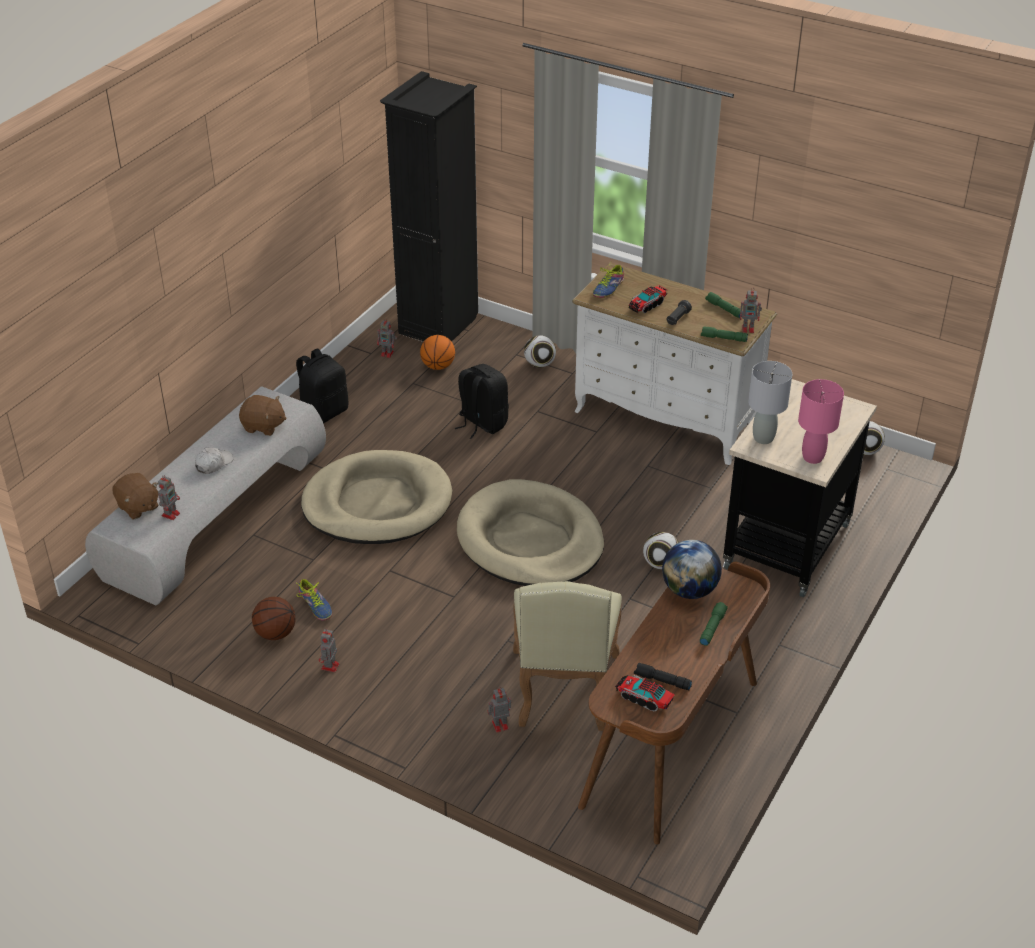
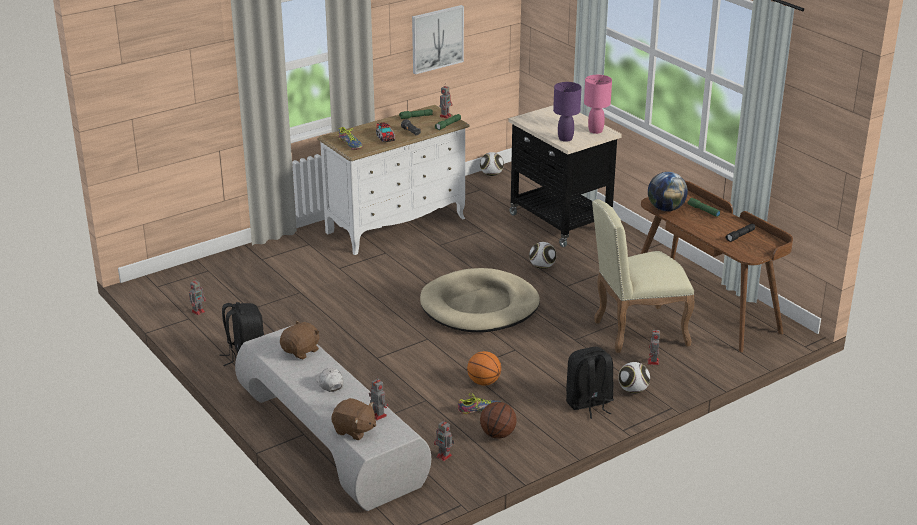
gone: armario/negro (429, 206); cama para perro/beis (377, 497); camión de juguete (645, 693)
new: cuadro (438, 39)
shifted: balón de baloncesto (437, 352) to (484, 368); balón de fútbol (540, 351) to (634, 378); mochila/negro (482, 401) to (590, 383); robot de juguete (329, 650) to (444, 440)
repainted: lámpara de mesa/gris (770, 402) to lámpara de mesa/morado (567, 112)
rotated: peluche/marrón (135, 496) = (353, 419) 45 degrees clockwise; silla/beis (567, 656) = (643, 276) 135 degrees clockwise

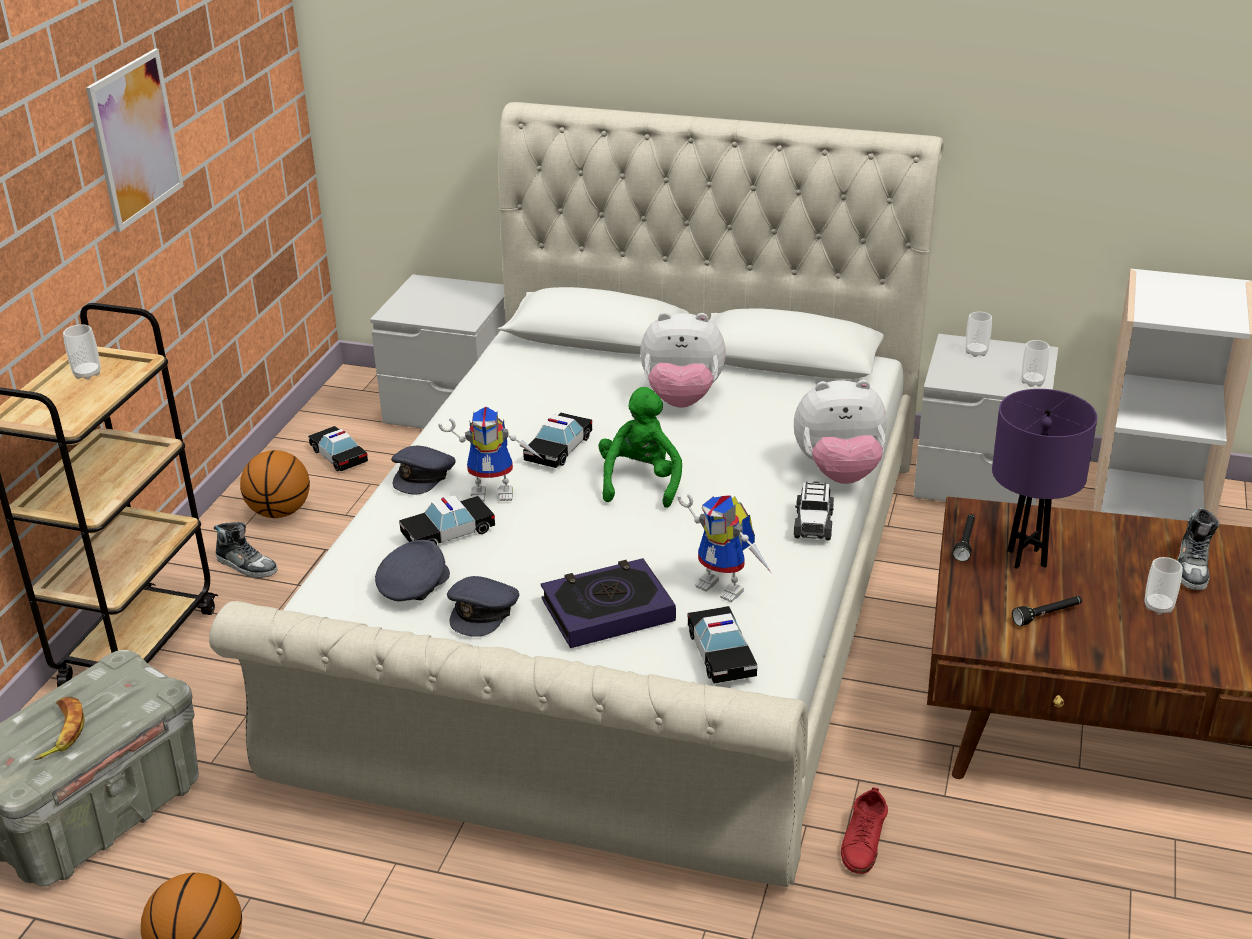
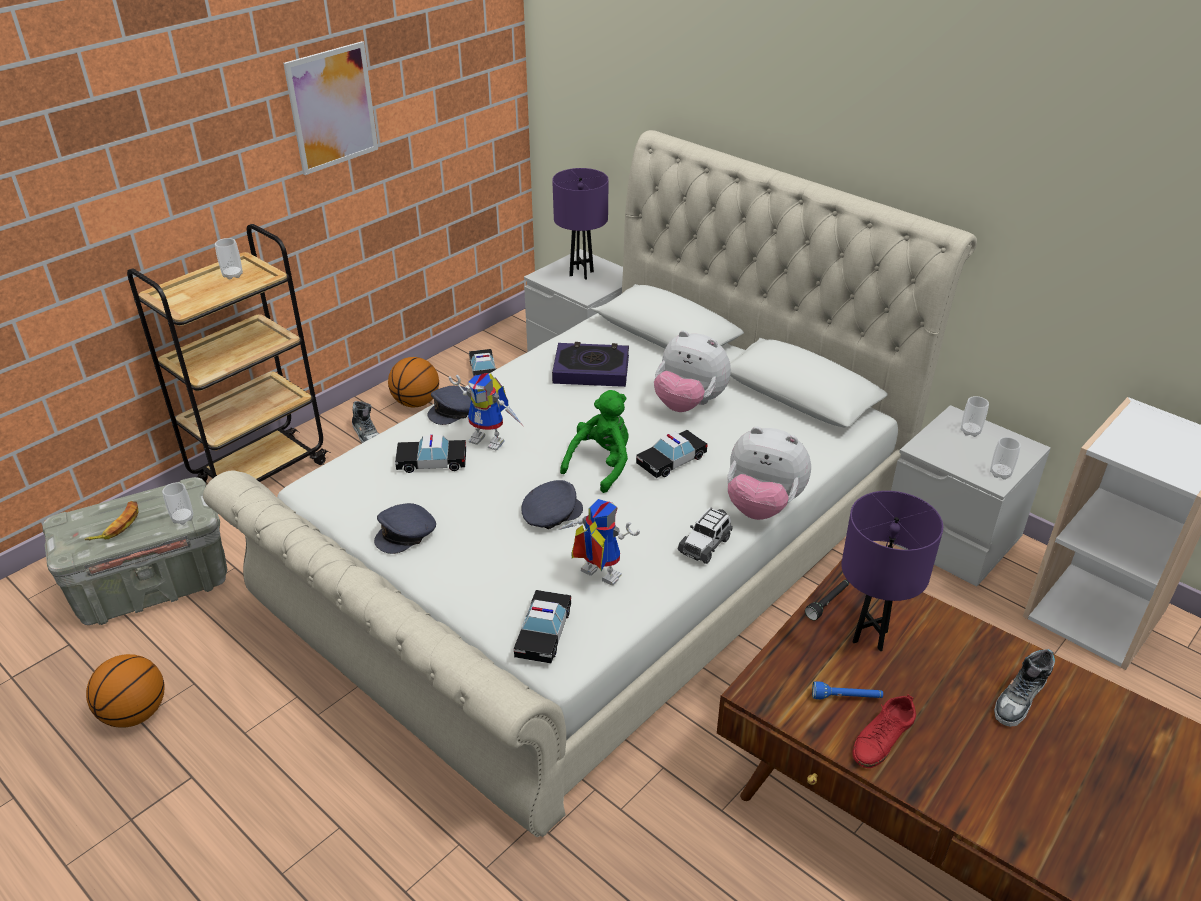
new: lámpara de mesa/morado (580, 224)
shifted: coche de juguete (557, 440) to (672, 454); gorra/gris (412, 570) to (552, 504); taza (1163, 586) to (177, 503); libro (608, 603) to (590, 364); zapato/rojo (864, 830) to (884, 731)
repainted: linterna/negro (1047, 611) to linterna/azul (847, 690)
rotated: robot de juguete (724, 548) = (599, 542) 150 degrees clockwise

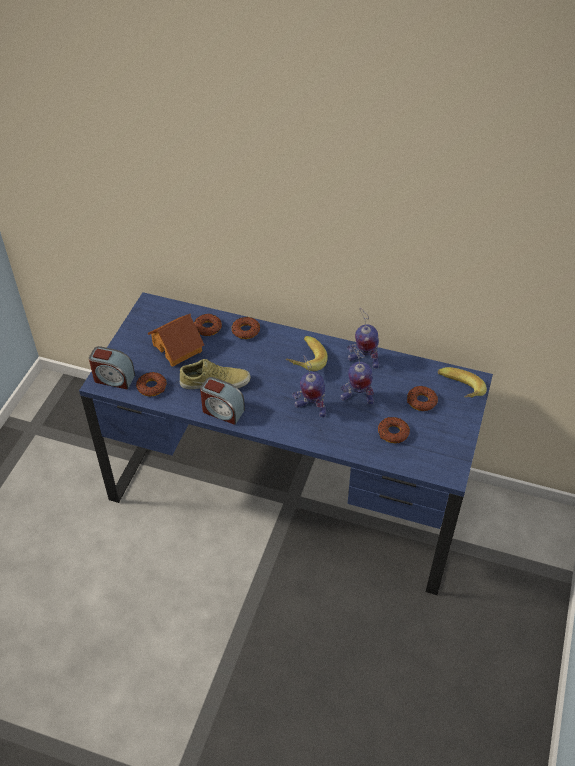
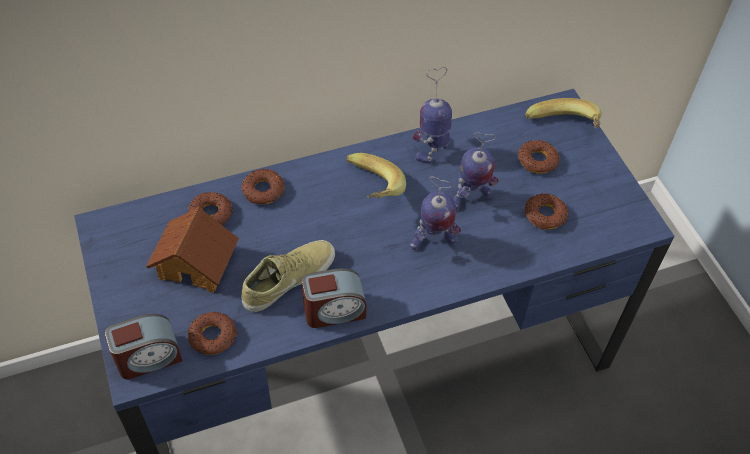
rotated: robot de juguete (363, 338) = (432, 115) 150 degrees clockwise

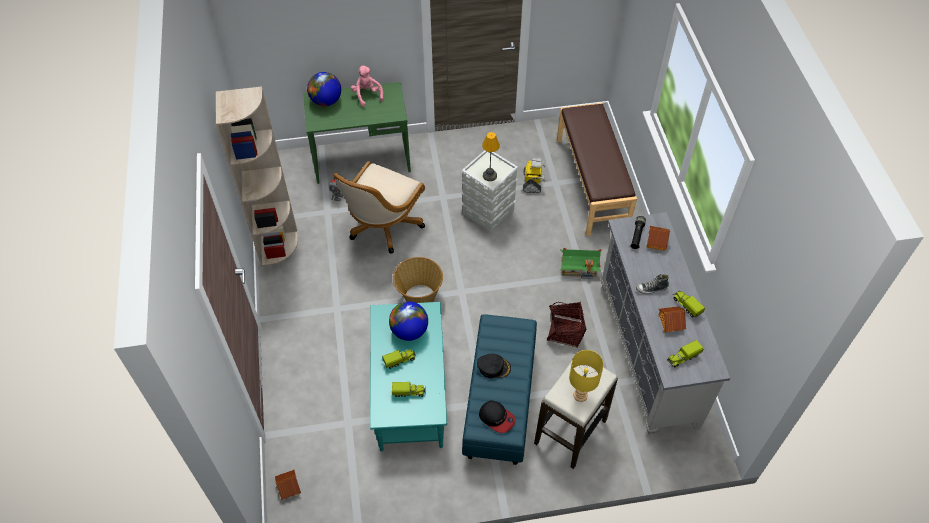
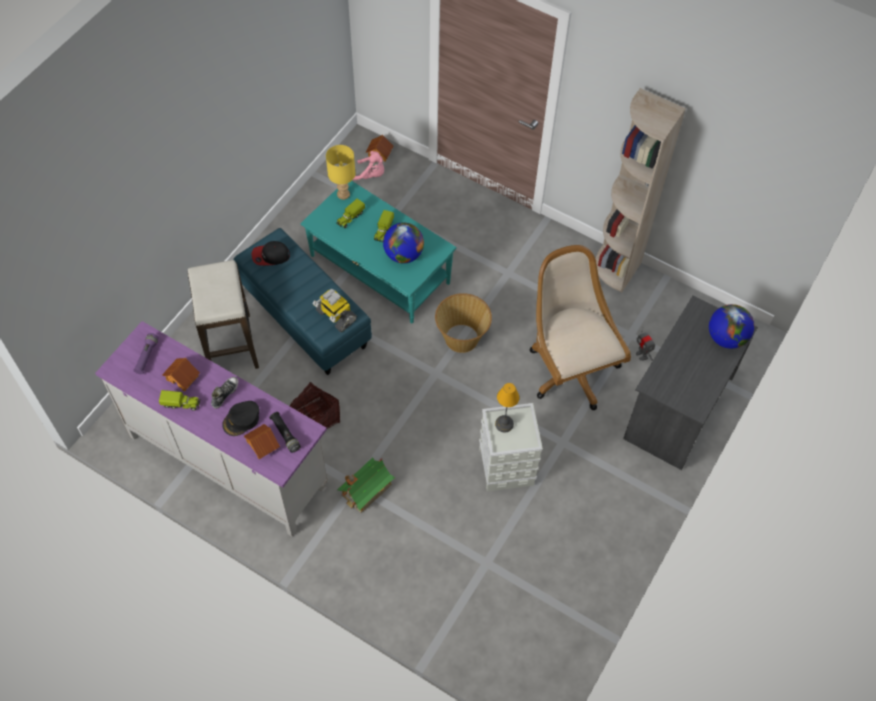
gone: banco/marrón (597, 169)
shifted: peluche/rosa (367, 86) to (368, 165); robot de juguete (534, 175) to (335, 310); lámpara de mesa/amarillo (586, 376) to (340, 172); gorra/negro (494, 366) to (241, 418)
swapped: camión de juguete (685, 354) to linterna/morado (146, 353)
repainted: escritorio/verde (357, 133) to escritorio/gris (690, 382); cómoda/gris (665, 324) to cómoda/morado (211, 428)

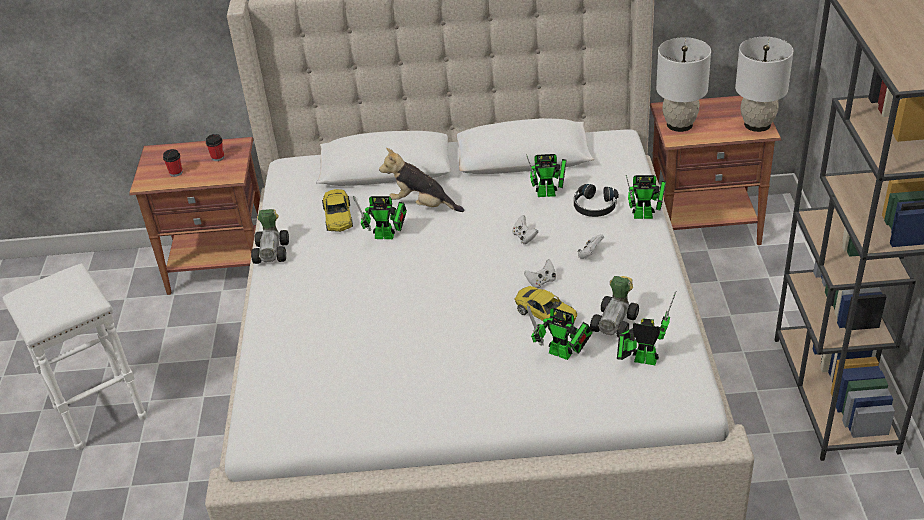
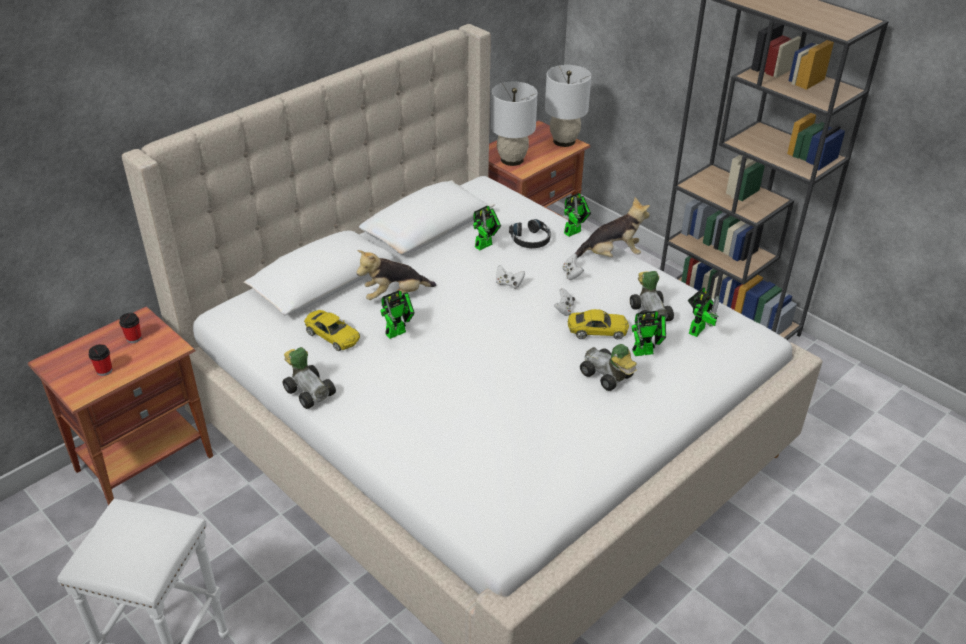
new: peluche (612, 227); coche de juguete (608, 367)
rotated: robot de juguete (646, 328) = (704, 312) 150 degrees clockwise

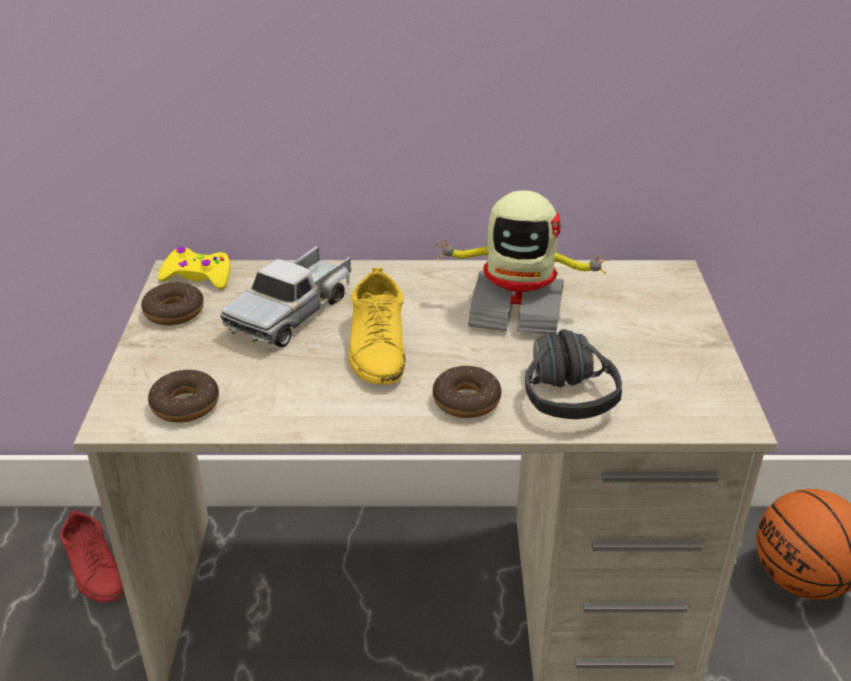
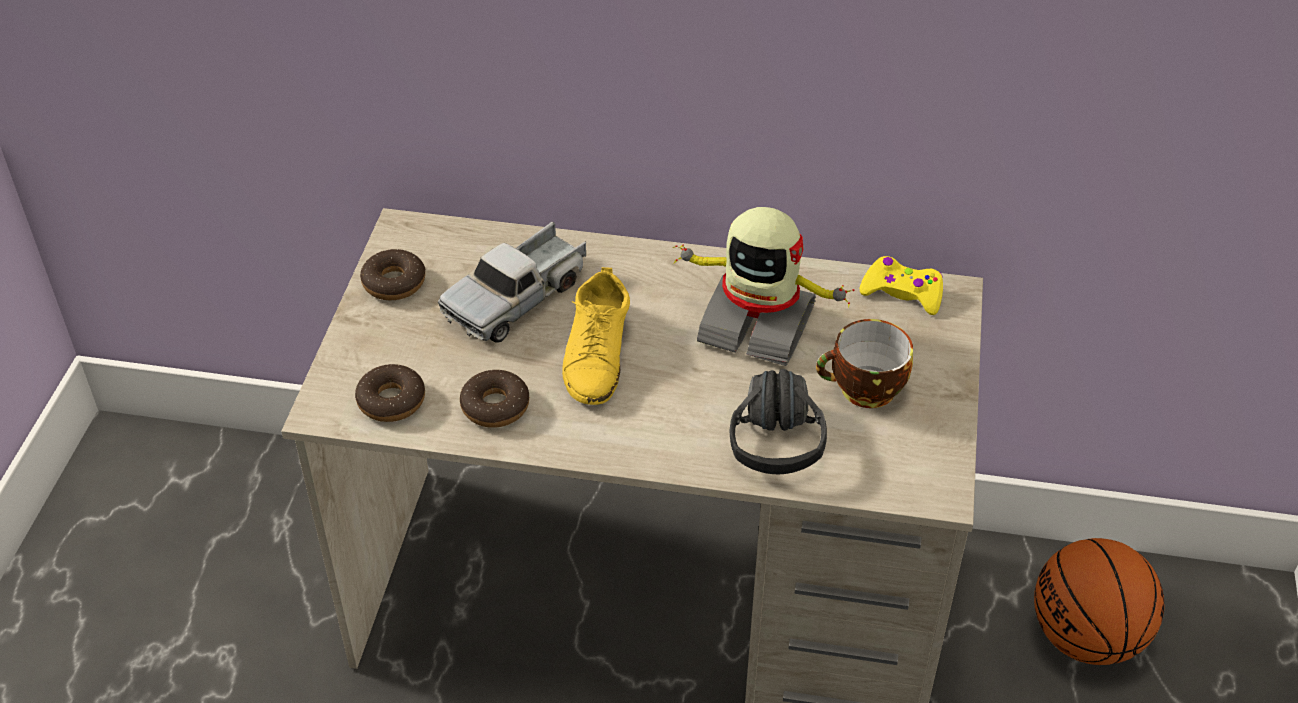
gone: zapato/rojo (92, 556)
new: taza (864, 363)
shifted: mando de consola/amarillo (194, 268) to (901, 285); rosquilla (467, 392) to (494, 399)

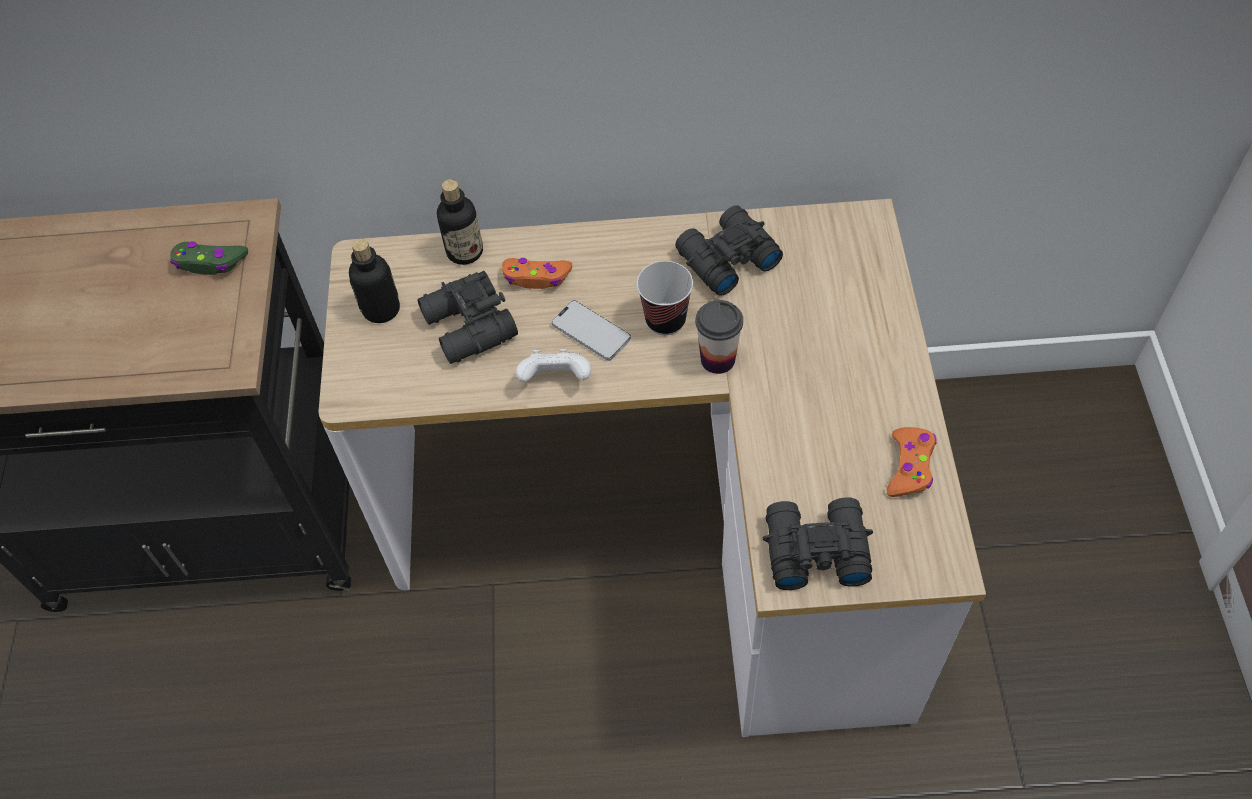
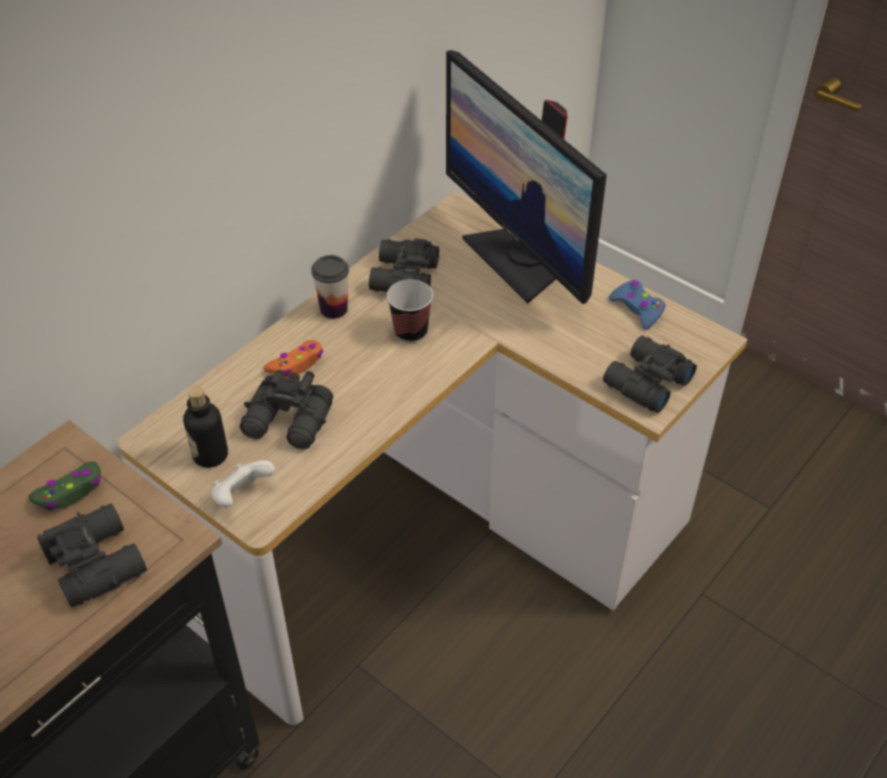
gone: botella (460, 222); móvil (591, 330)
new: monitor (526, 177); prismáticos/negro (92, 555)
shifted: taza (719, 337) to (330, 287); mando de consola/blanco (553, 365) to (243, 484)
repainted: mando de consola/naranja (911, 462) to mando de consola/azul (637, 304)

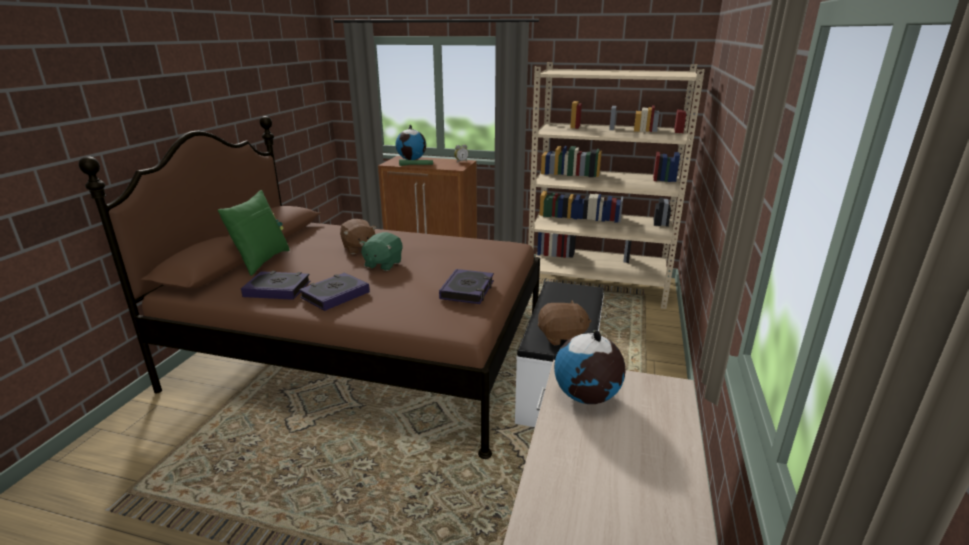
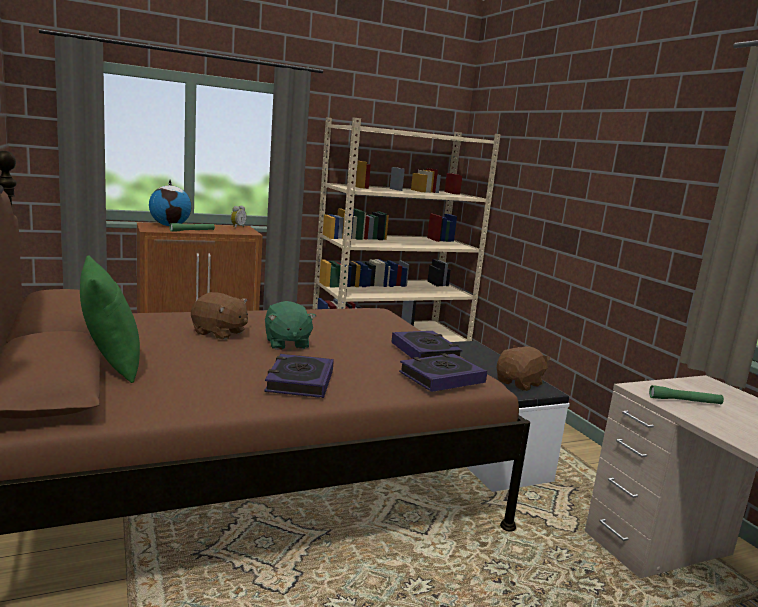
shifted: libro (276, 285) to (443, 372)
swapped: globo terráqueo (590, 367) to linterna/verde (686, 394)

